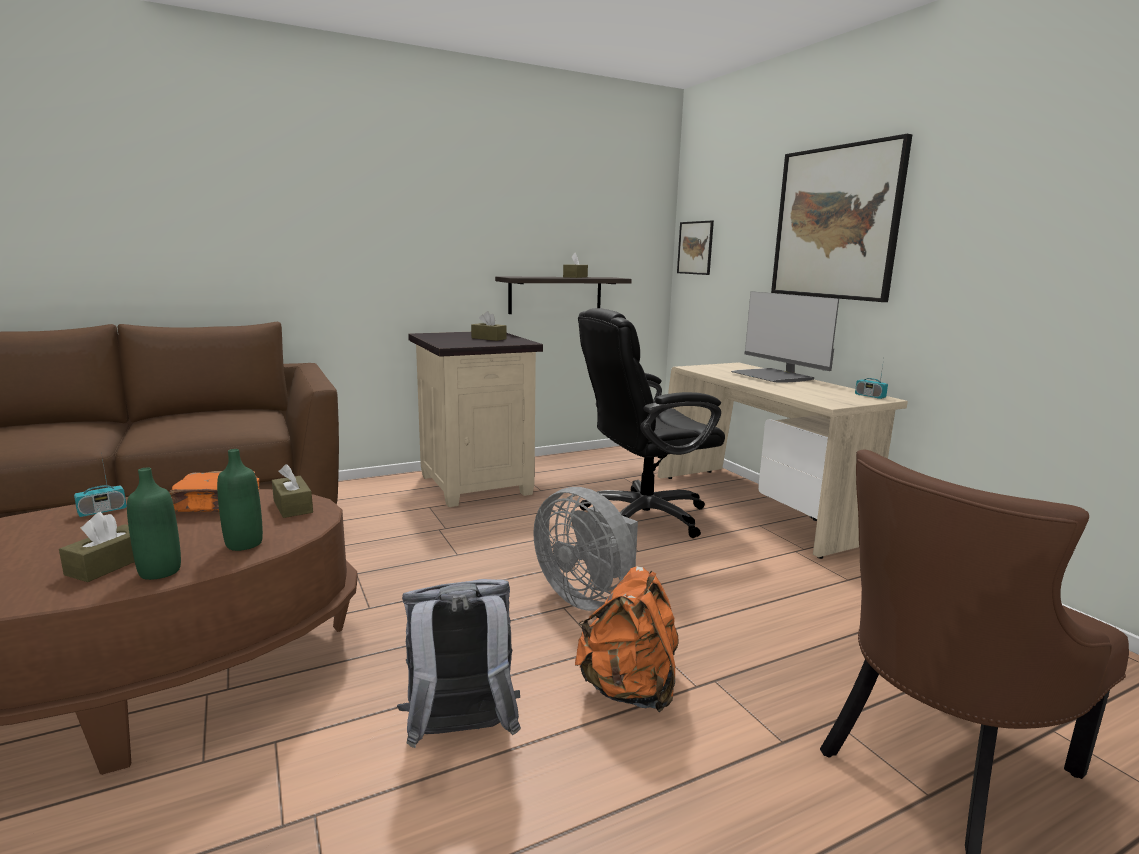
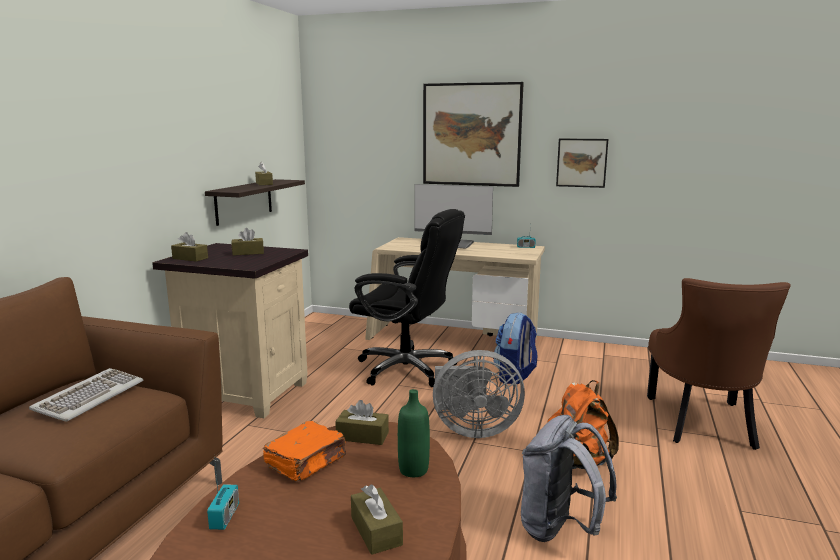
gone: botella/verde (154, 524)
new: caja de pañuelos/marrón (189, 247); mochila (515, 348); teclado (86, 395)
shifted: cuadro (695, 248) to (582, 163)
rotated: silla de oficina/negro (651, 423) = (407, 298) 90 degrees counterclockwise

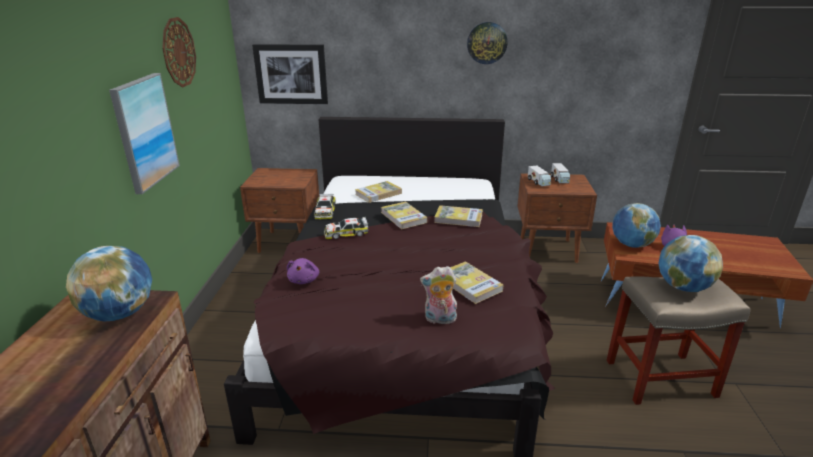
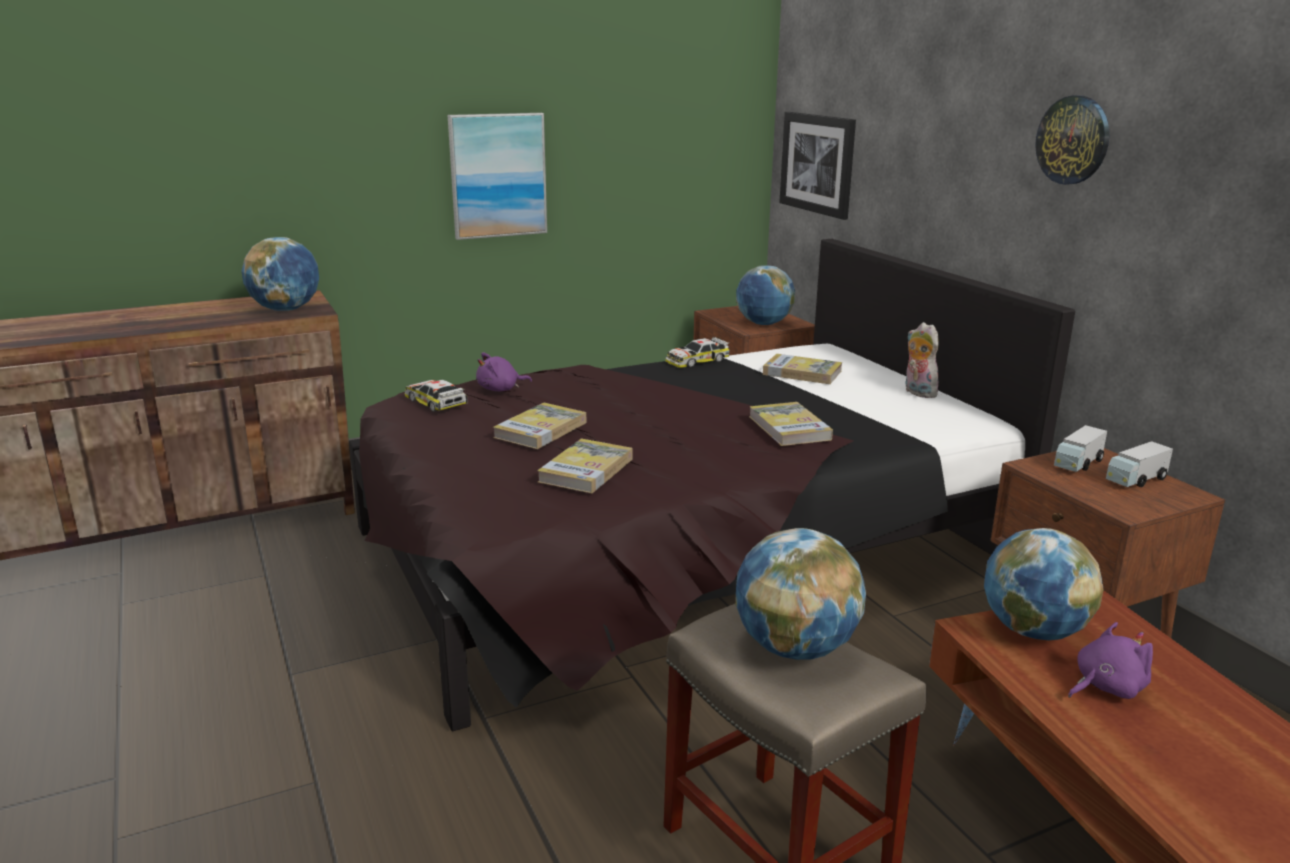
gone: reloj de pared (179, 52)
new: globo terráqueo (765, 295)
shifted: libro (404, 215) to (539, 426); coche de juguete (346, 228) to (435, 396); peluche (438, 295) to (922, 360)

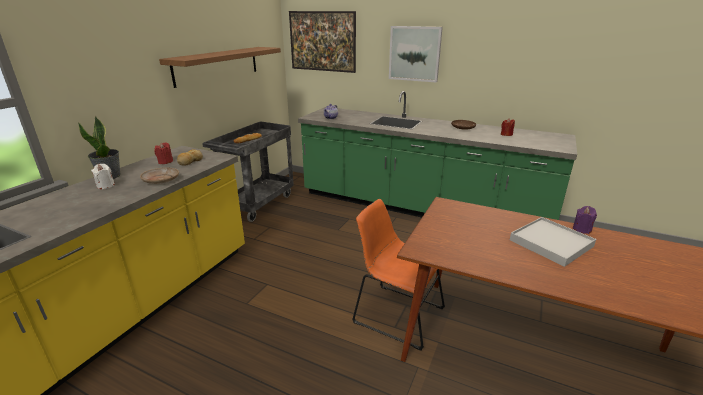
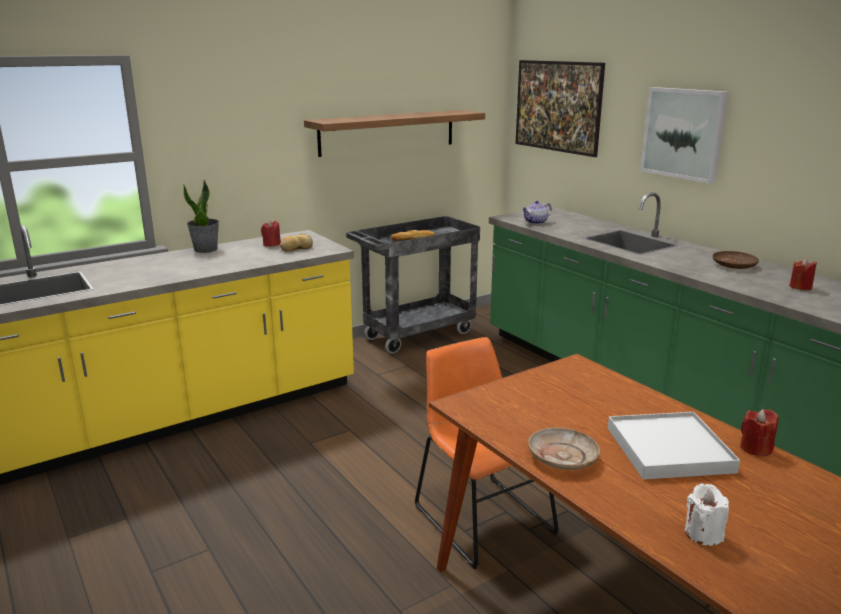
shifted: vela/blanco (103, 176) to (707, 514); plato/beis (159, 175) to (564, 449)
repainted: vela/morado (585, 220) to vela/rojo (759, 433)

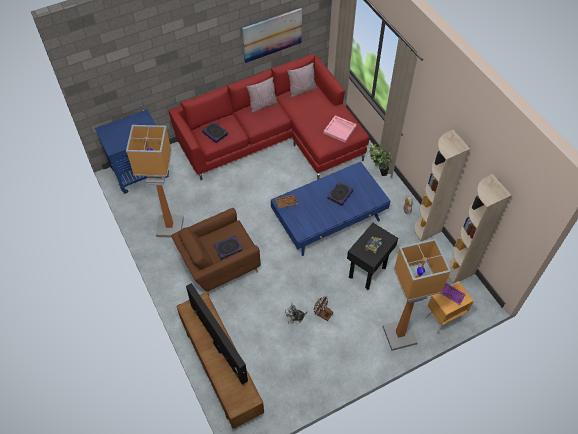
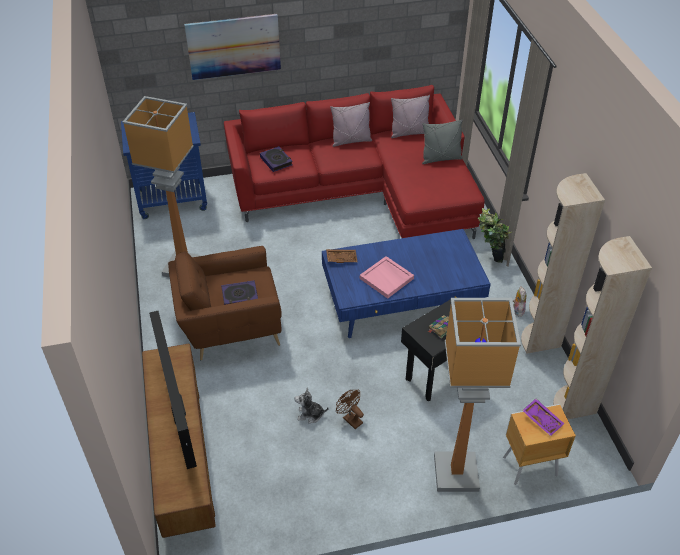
gone: libro (340, 194)
new: cojín/gris (442, 141)
shifted: cuadro (272, 35) to (232, 47); bandeja/rosa (340, 129) to (387, 277)

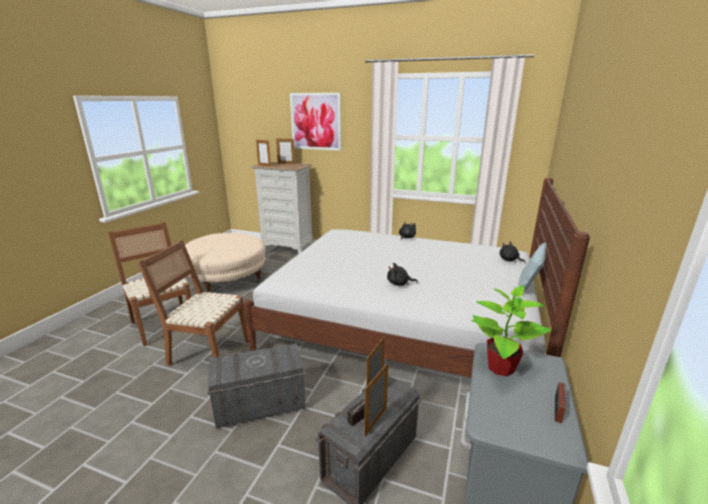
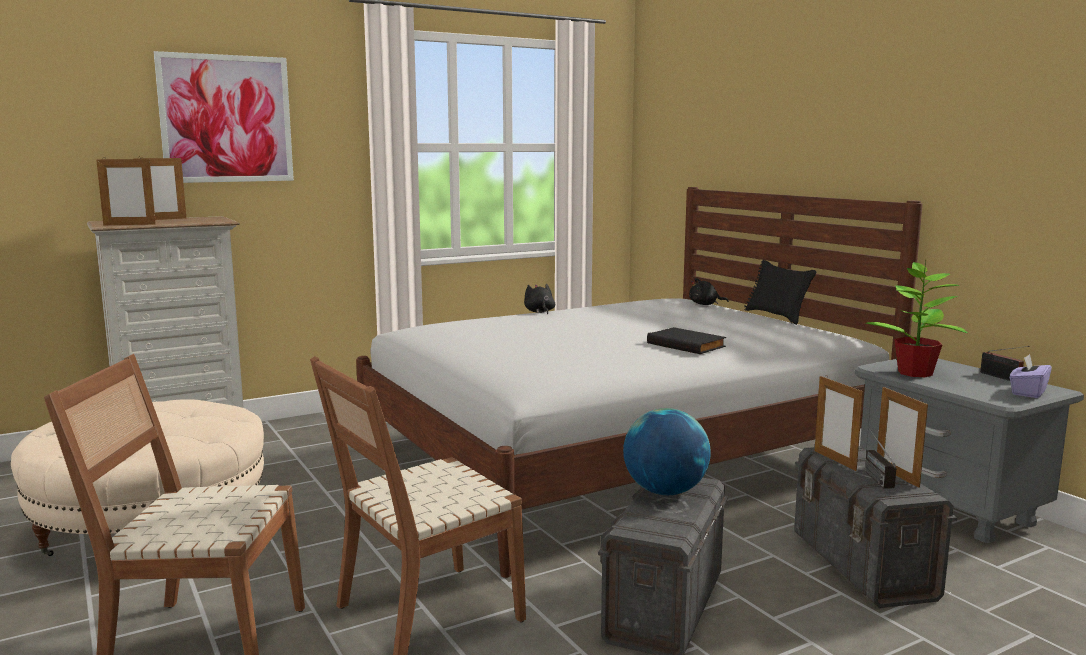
new: caja de pañuelos/morado (1031, 376); globo terráqueo (667, 451)
swapped: peluche/negro (402, 274) to libro/negro (686, 340)
repainted: cojín/azul (532, 267) to cojín/negro (780, 292)

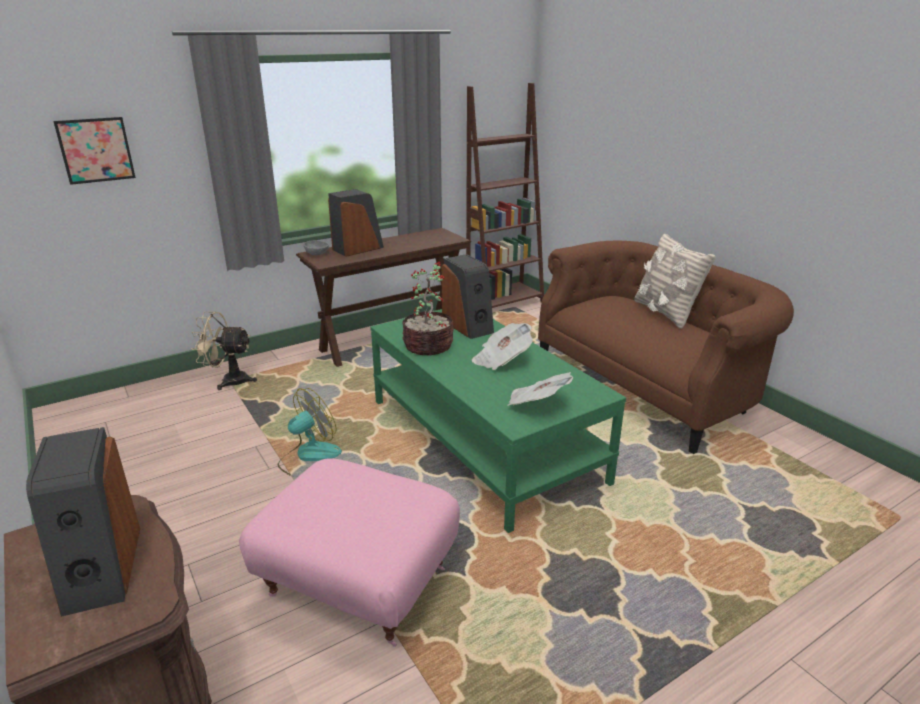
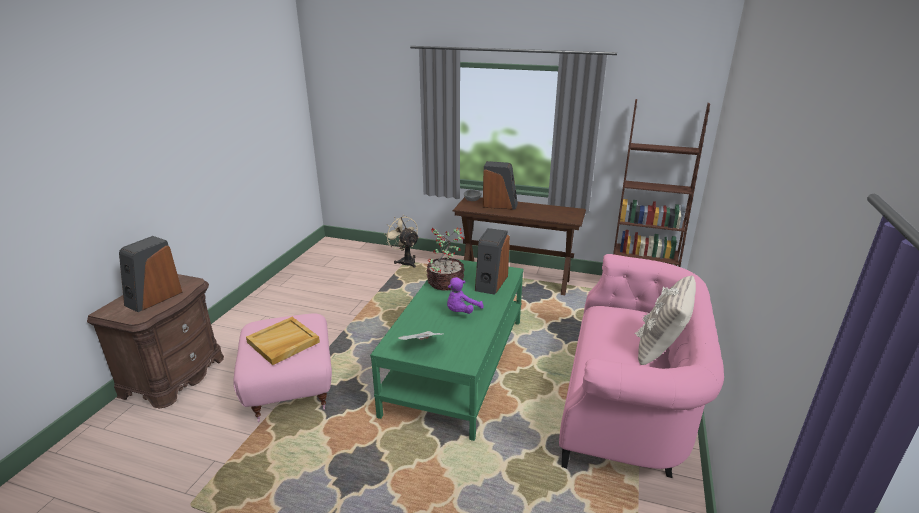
gone: cuadro (94, 151); ventilador (310, 432)
new: bandeja/beis (283, 341)
swapped: periódico (502, 346) to peluche/morado (465, 295)
repainted: sofá/marrón (666, 347) to sofá/rosa (641, 366)

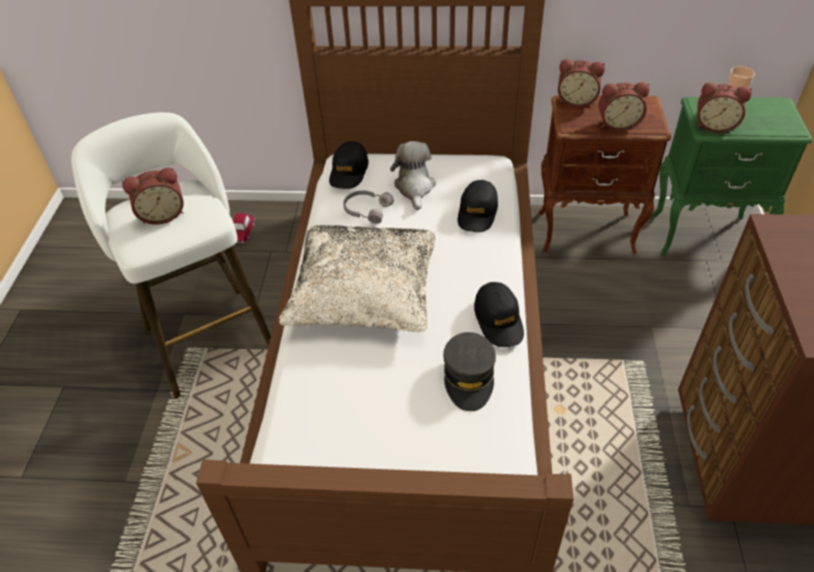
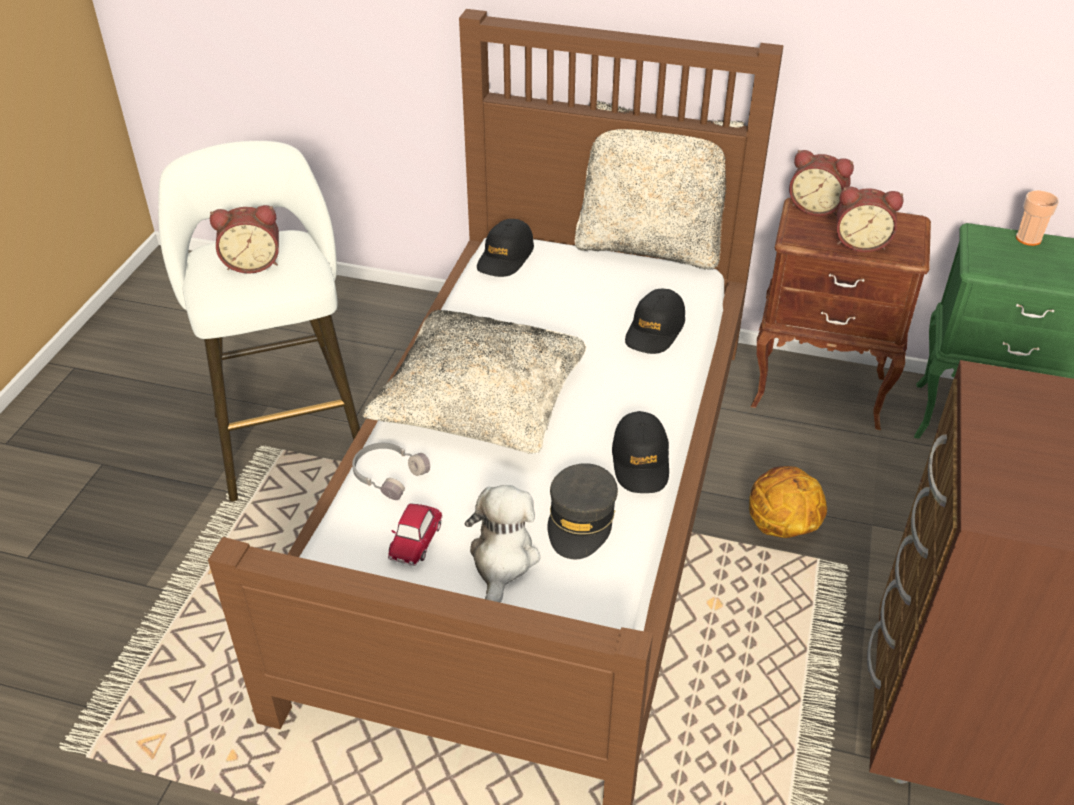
gone: despertador (724, 107)
new: cojín/beis (660, 185); balón de baloncesto (788, 502)
shifted: peluche (413, 175) to (502, 544); auriculares/gris (368, 207) to (391, 471); coche de juguete (244, 228) to (415, 535)

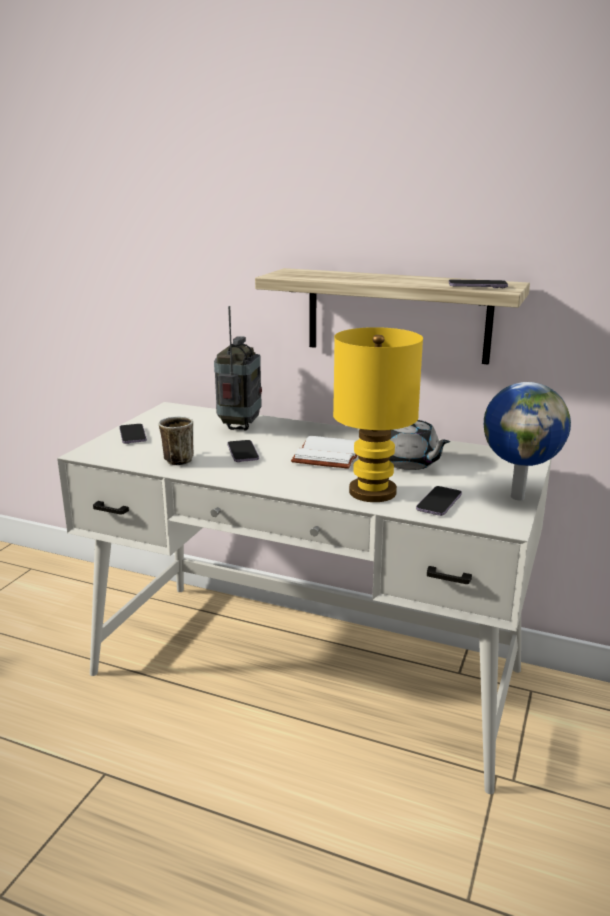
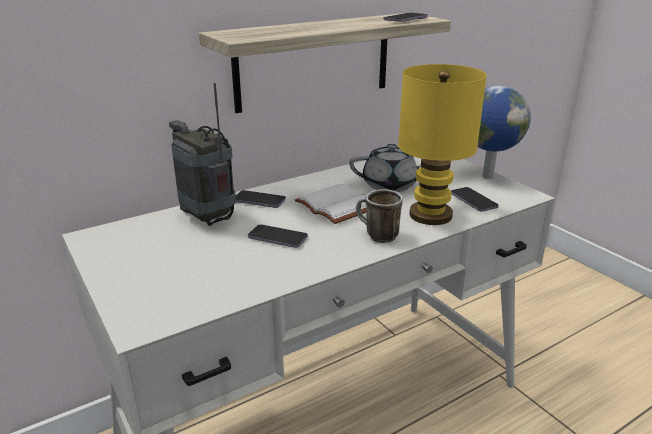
shifted: taza grande (176, 440) to (379, 216); móvil (133, 434) to (261, 199)

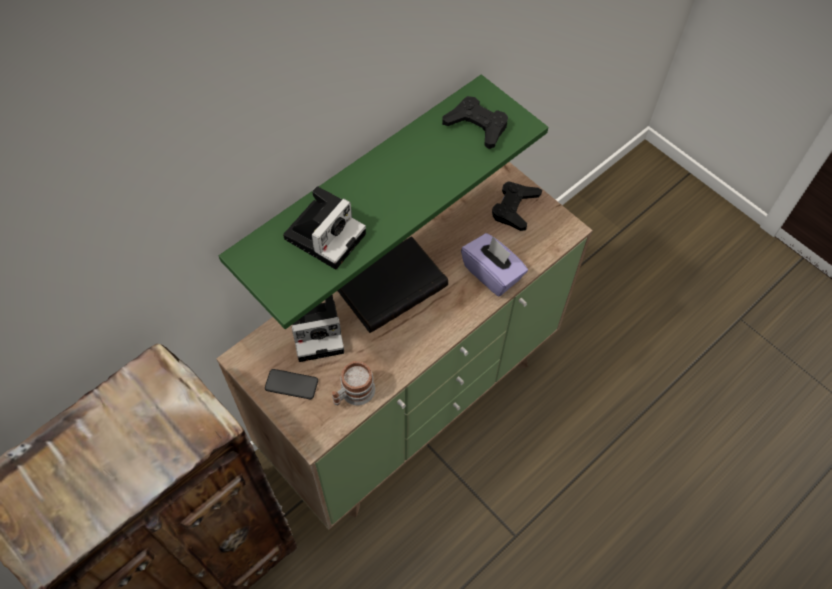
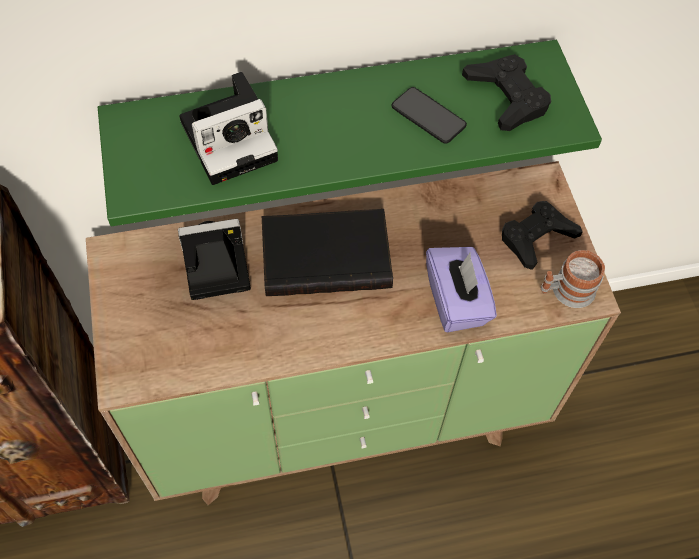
shifted: taza grande (353, 383) to (573, 279); móvil (291, 384) to (429, 115)
rotated: cámara (317, 328) = (214, 259) 150 degrees clockwise

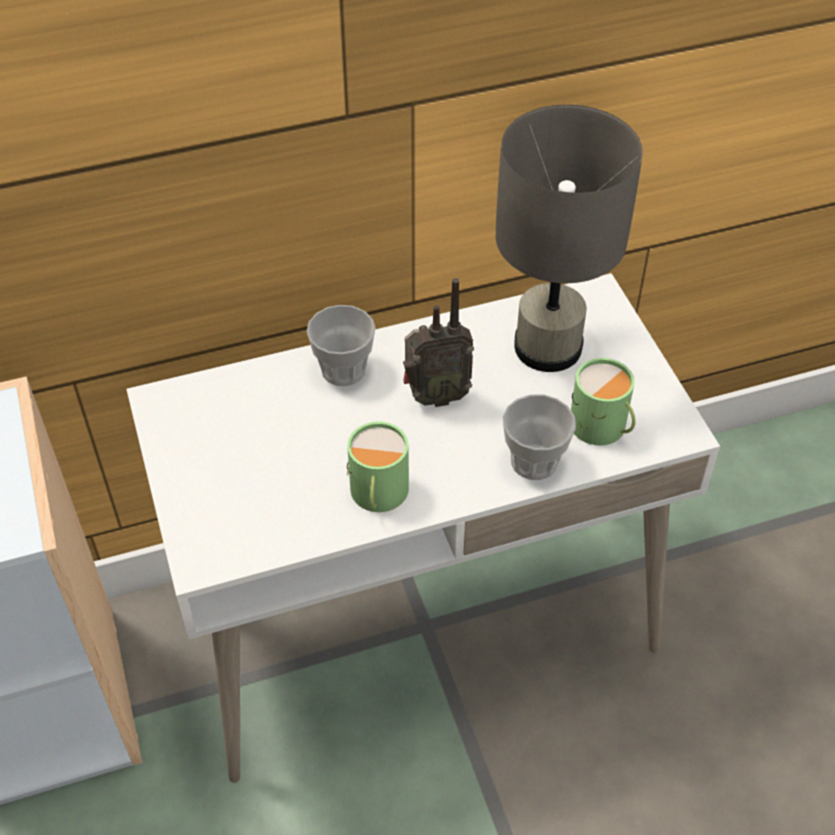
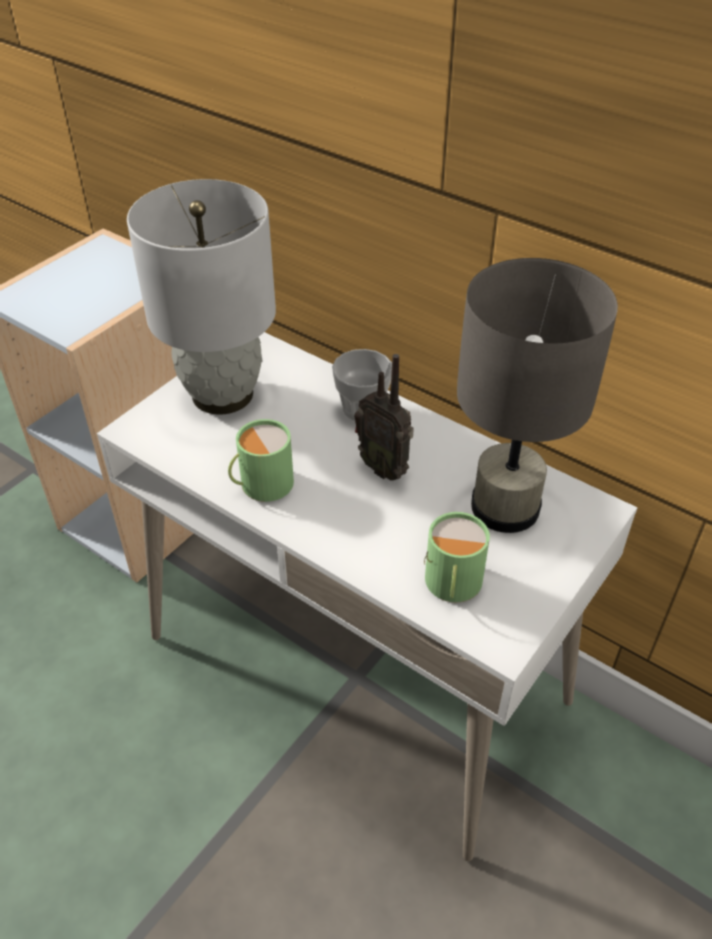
gone: taza (539, 437)
new: lámpara de mesa/blanco (201, 297)

